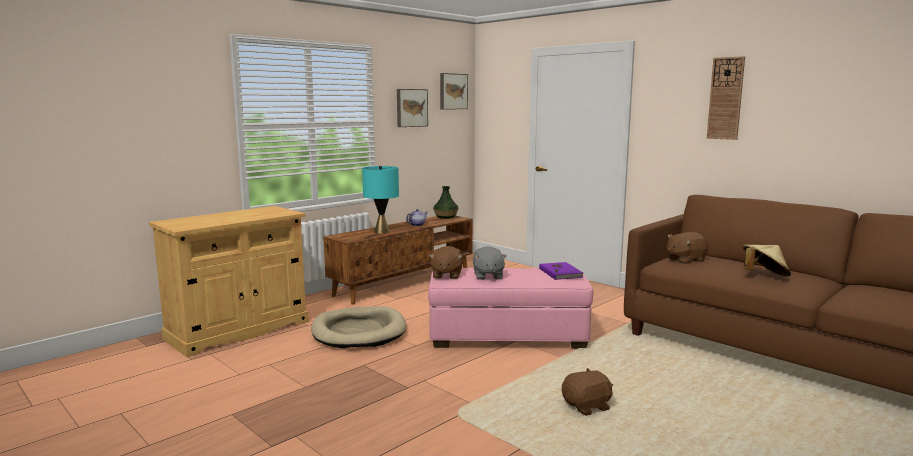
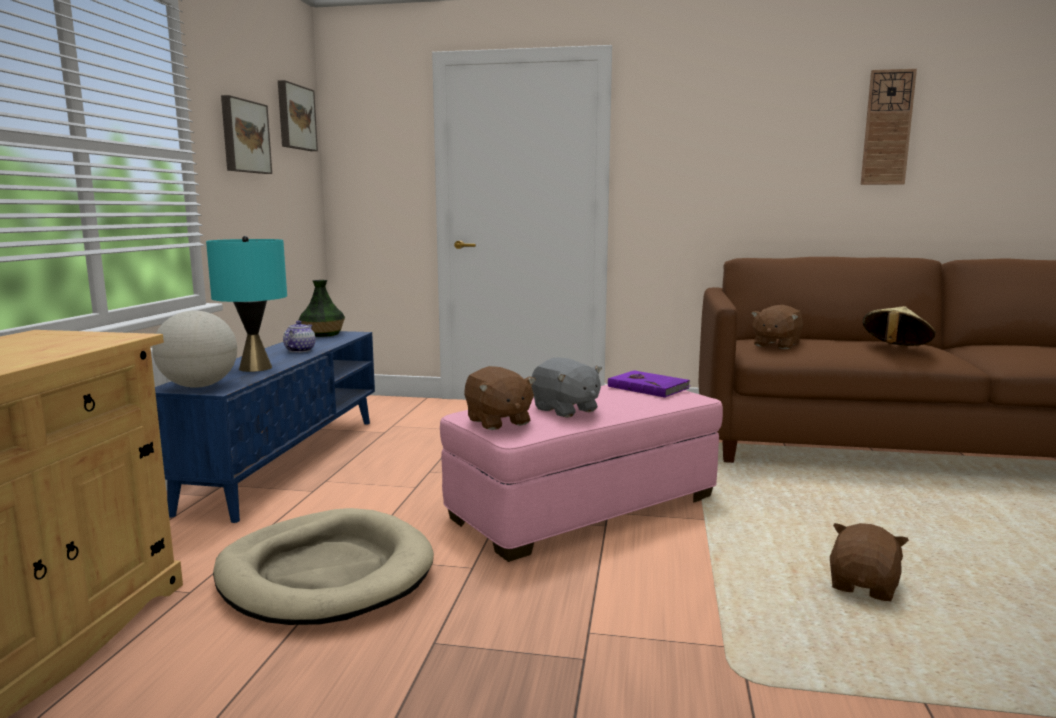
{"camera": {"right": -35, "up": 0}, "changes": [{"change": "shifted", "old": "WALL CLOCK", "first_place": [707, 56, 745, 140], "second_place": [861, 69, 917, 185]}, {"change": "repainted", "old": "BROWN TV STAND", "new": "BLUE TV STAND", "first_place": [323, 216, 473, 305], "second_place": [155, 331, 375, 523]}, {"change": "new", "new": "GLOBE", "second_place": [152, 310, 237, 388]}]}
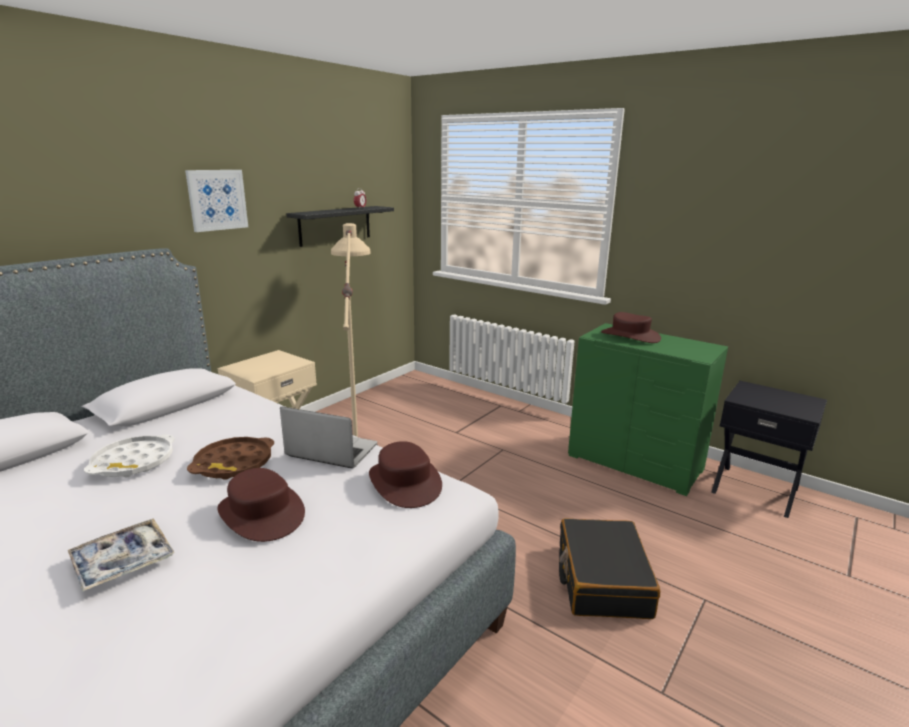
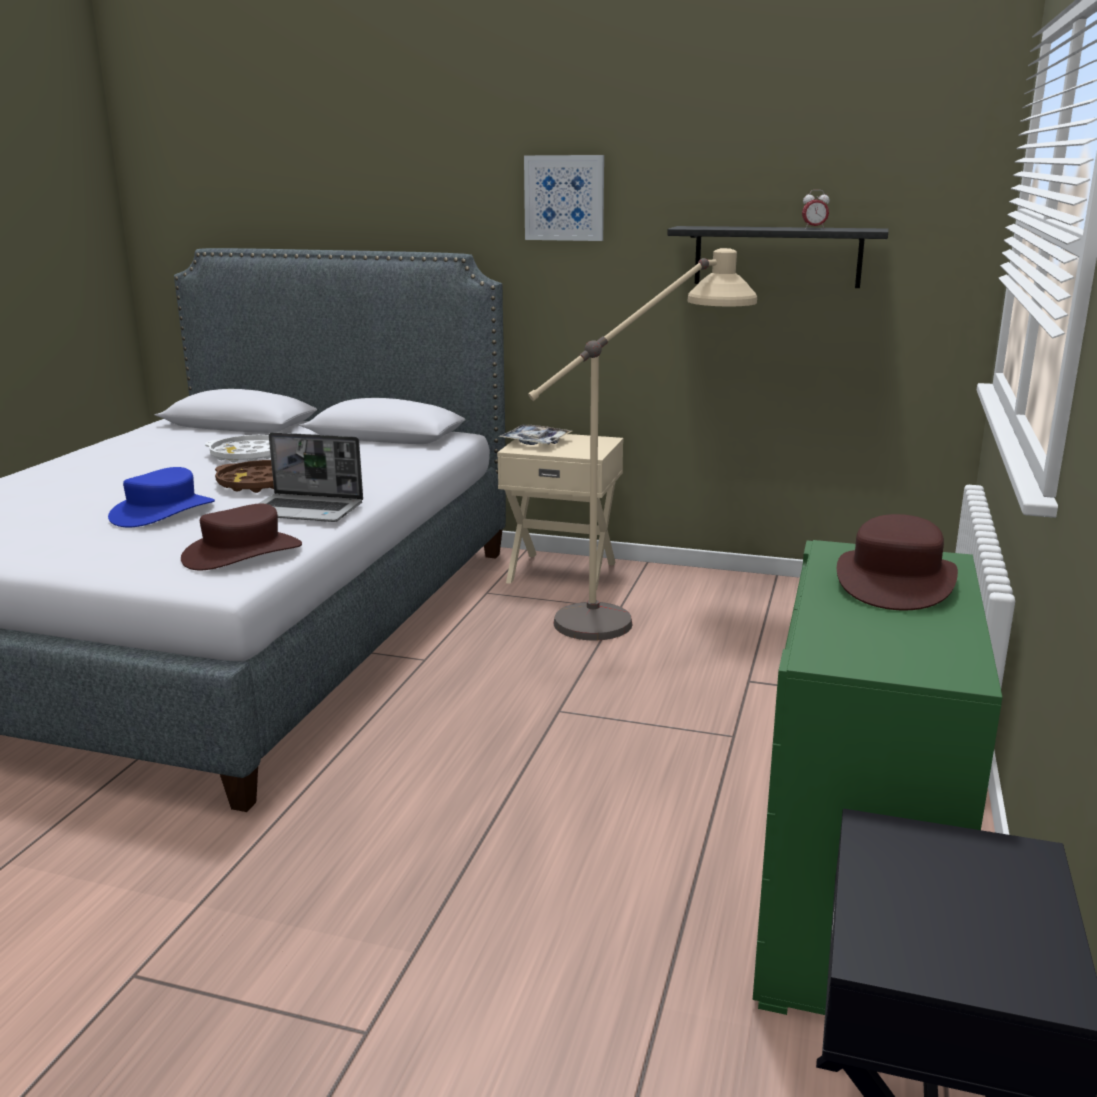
{"camera": {"right": 70, "up": 0}, "changes": [{"change": "rotated", "old": "LAPTOP", "first_place": [280, 406, 377, 468], "second_place": [258, 432, 363, 522], "degrees": 105}, {"change": "repainted", "old": "BROWN HAT", "new": "BLUE HAT", "first_place": [218, 468, 305, 542], "second_place": [108, 467, 215, 527]}, {"change": "shifted", "old": "TRAY", "first_place": [68, 518, 175, 592], "second_place": [498, 425, 572, 445]}, {"change": "gone", "old": "BLACK SUITCASE", "first_place": [559, 518, 660, 619]}]}
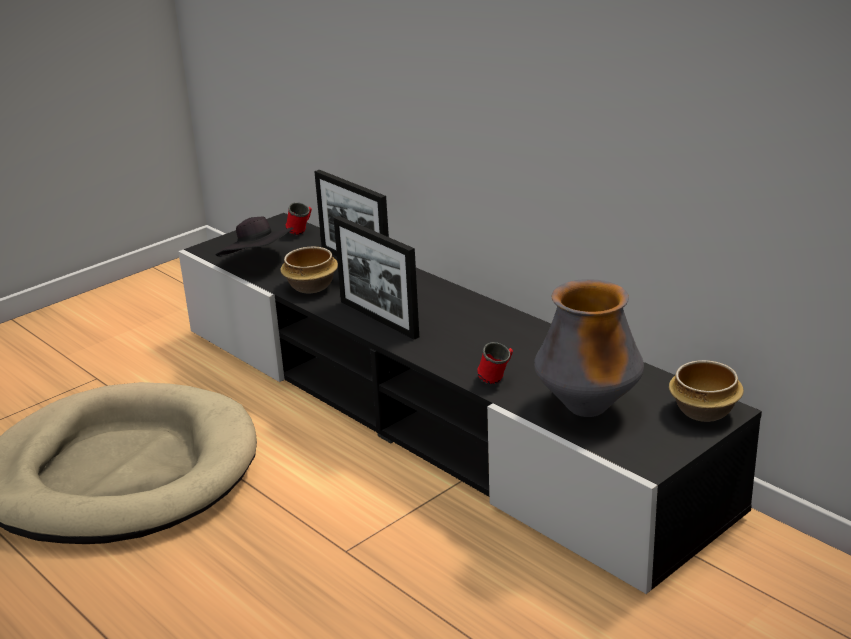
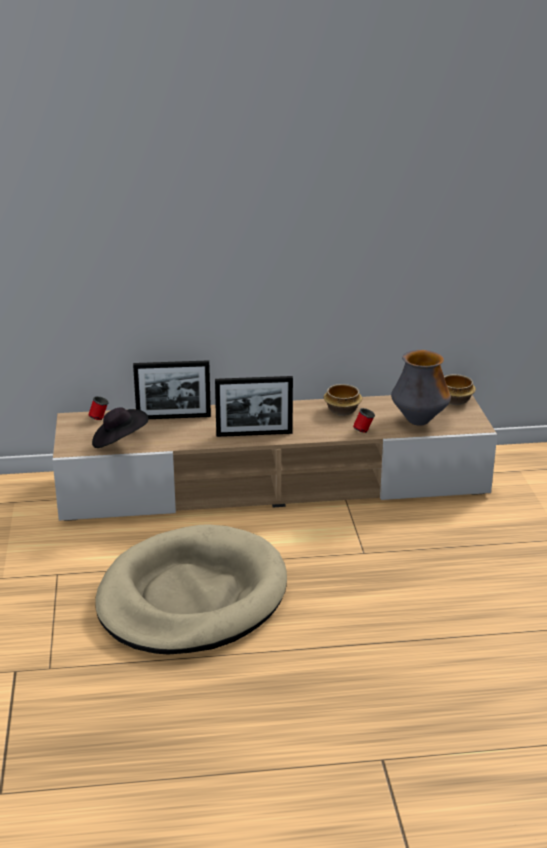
{"camera": {"right": -55, "up": 0}, "changes": [{"change": "repainted", "old": "BLACK TV STAND", "new": "BEIGE TV STAND", "first_place": [178, 213, 762, 594], "second_place": [53, 395, 497, 521]}, {"change": "shifted", "old": "BOWL", "first_place": [280, 246, 338, 293], "second_place": [324, 384, 362, 416]}]}
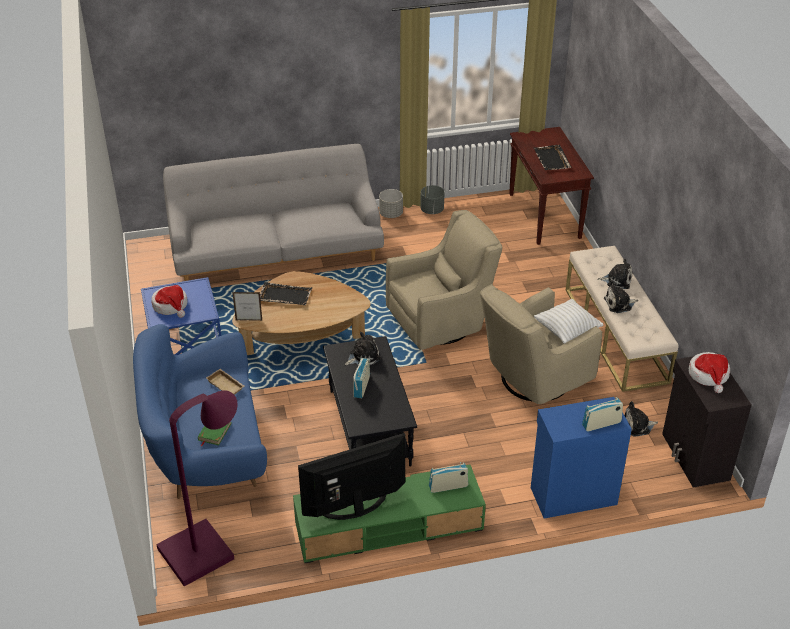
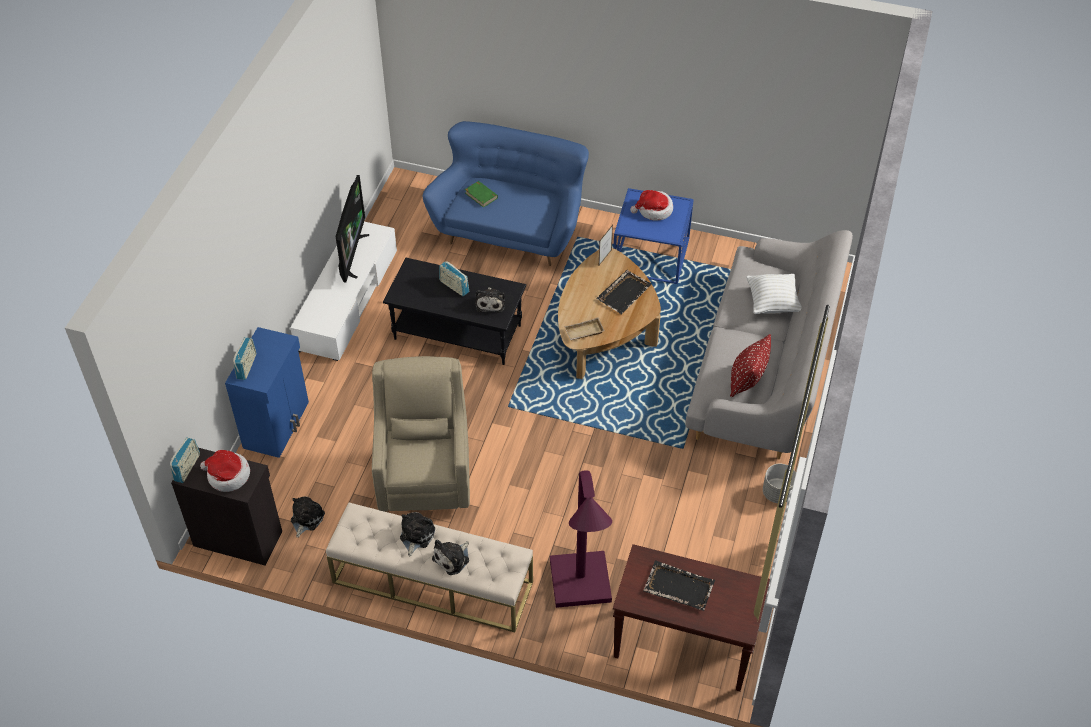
{"camera": {"right": 120, "up": 10}, "changes": [{"change": "gone", "old": "GREY PLANTER", "first_place": [420, 185, 444, 214]}, {"change": "gone", "old": "BEIGE ARMCHAIR", "first_place": [386, 210, 502, 350]}, {"change": "shifted", "old": "WHITE PILLOW", "first_place": [534, 299, 603, 344], "second_place": [746, 274, 802, 314]}, {"change": "shifted", "old": "BEIGE TRAY", "first_place": [206, 369, 244, 395], "second_place": [564, 317, 604, 340]}, {"change": "shifted", "old": "PURPLE FLOOR LAMP", "first_place": [156, 390, 238, 586], "second_place": [550, 470, 612, 608]}, {"change": "shifted", "old": "RADIO", "first_place": [429, 462, 468, 493], "second_place": [170, 437, 200, 483]}, {"change": "repainted", "old": "GREEN TV STAND", "new": "WHITE TV STAND", "first_place": [293, 464, 486, 563], "second_place": [290, 222, 397, 361]}, {"change": "new", "new": "RED PILLOW", "second_place": [730, 334, 771, 397]}]}
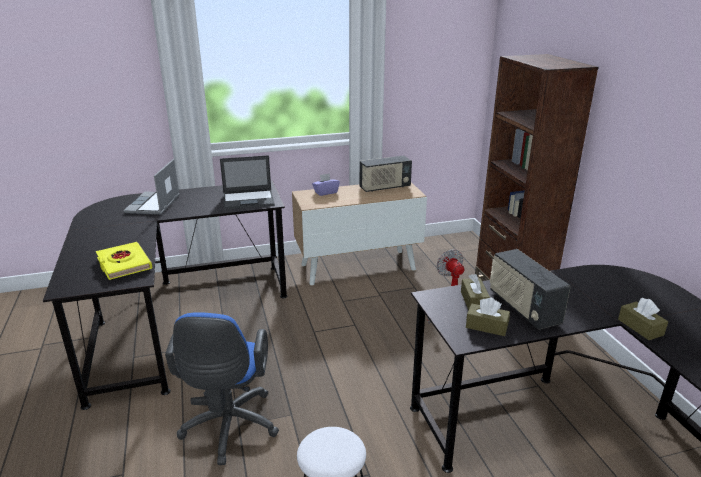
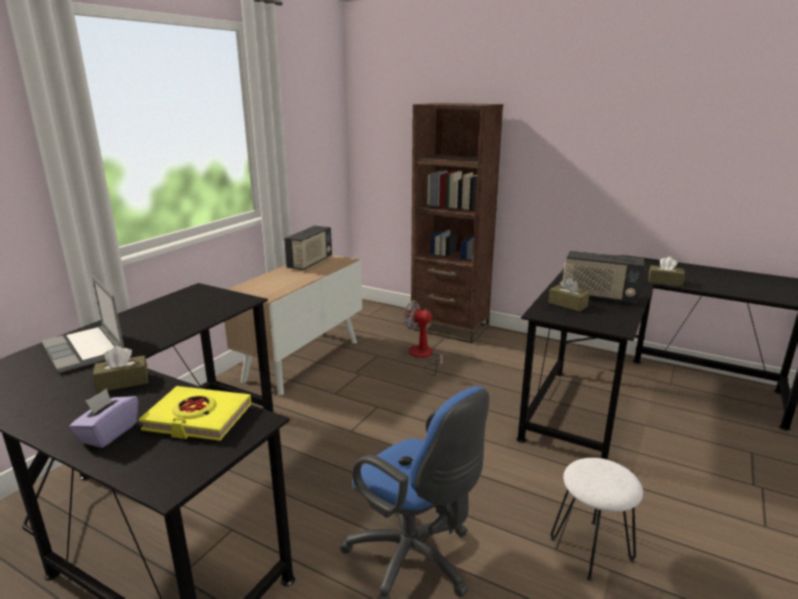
{"camera": {"right": -45, "up": -5}, "changes": [{"change": "gone", "old": "LAPTOP", "first_place": [220, 155, 275, 210]}, {"change": "shifted", "old": "PURPLE TISSUE BOX", "first_place": [312, 173, 340, 196], "second_place": [69, 388, 138, 448]}, {"change": "shifted", "old": "BROWN TISSUE BOX", "first_place": [466, 297, 510, 336], "second_place": [93, 346, 148, 393]}]}
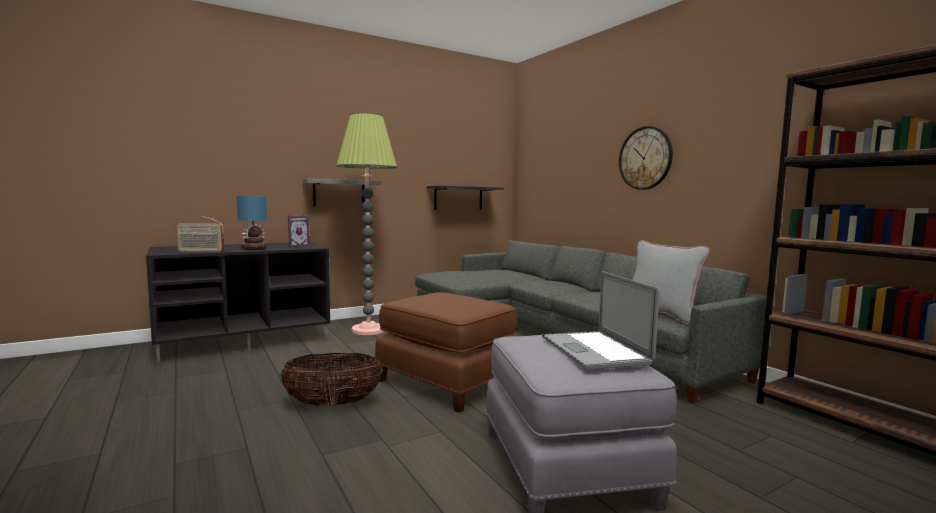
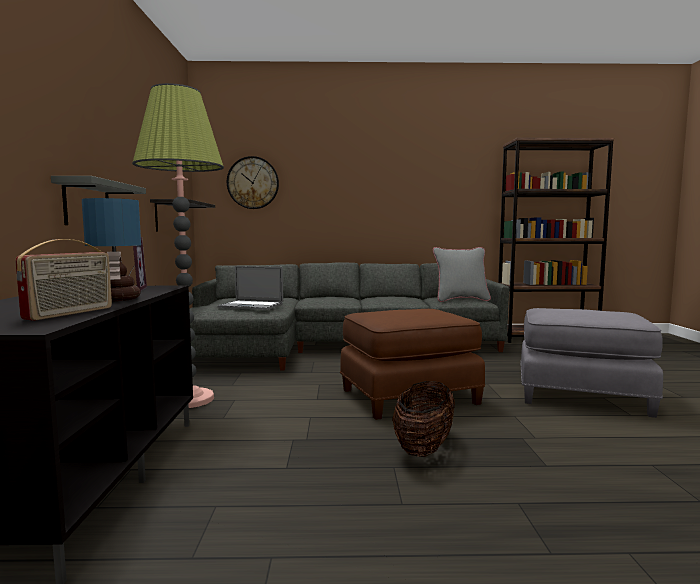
{"camera": {"right": -60, "up": 0}, "changes": [{"change": "shifted", "old": "WALL CLOCK", "first_place": [619, 126, 673, 190], "second_place": [227, 156, 279, 209]}, {"change": "shifted", "old": "LAPTOP", "first_place": [542, 271, 660, 370], "second_place": [217, 266, 283, 310]}]}
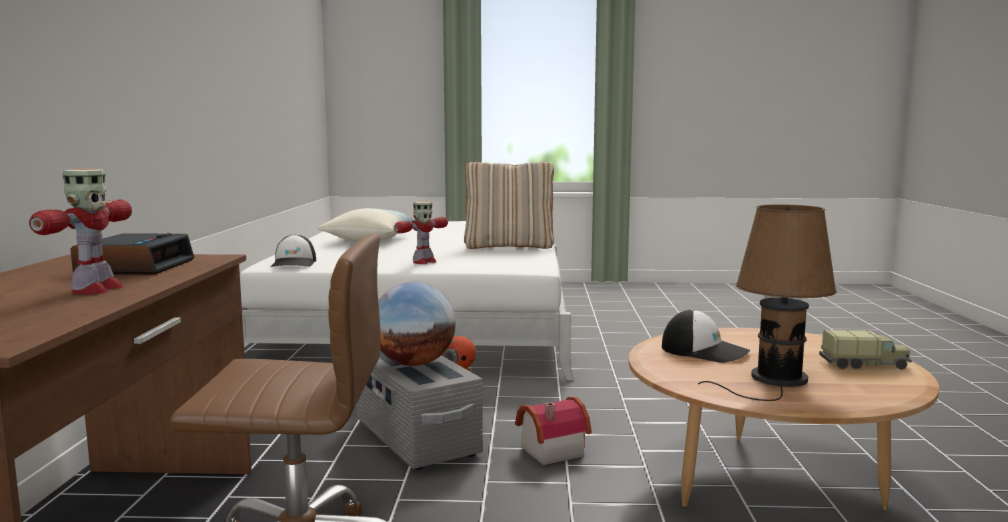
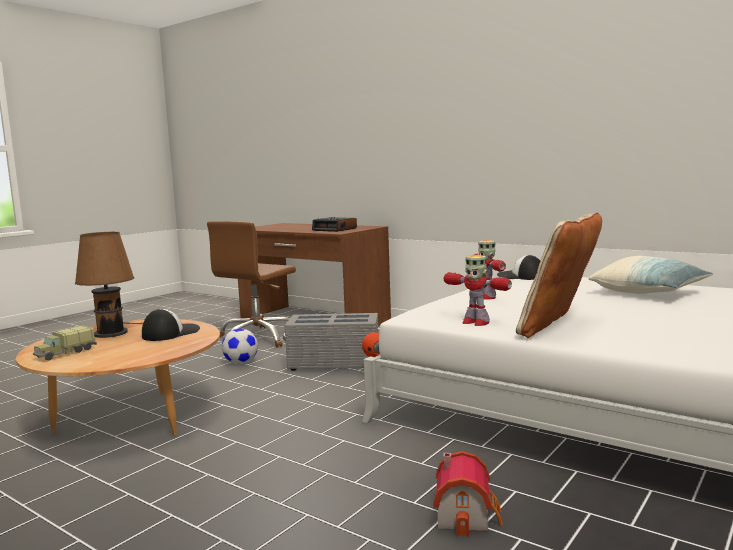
{"camera": {"right": 125, "up": 0}, "changes": [{"change": "shifted", "old": "TOY ROBOT", "first_place": [29, 169, 132, 294], "second_place": [444, 255, 512, 326]}, {"change": "gone", "old": "GLOBE", "first_place": [378, 282, 456, 366]}, {"change": "rotated", "old": "CAP", "first_place": [662, 309, 750, 363], "second_place": [142, 309, 200, 341], "degrees": 150}, {"change": "shifted", "old": "TOY HOUSE", "first_place": [515, 397, 591, 465], "second_place": [433, 451, 503, 537]}, {"change": "new", "new": "FOOTBALL", "second_place": [222, 329, 258, 364]}]}
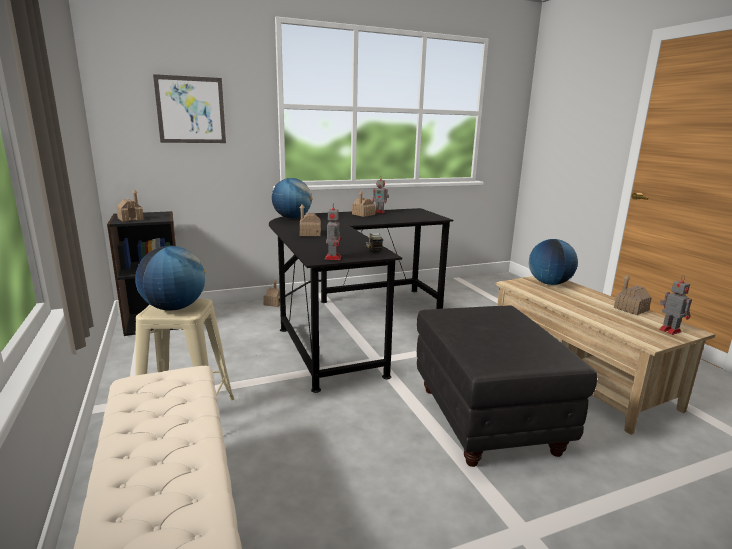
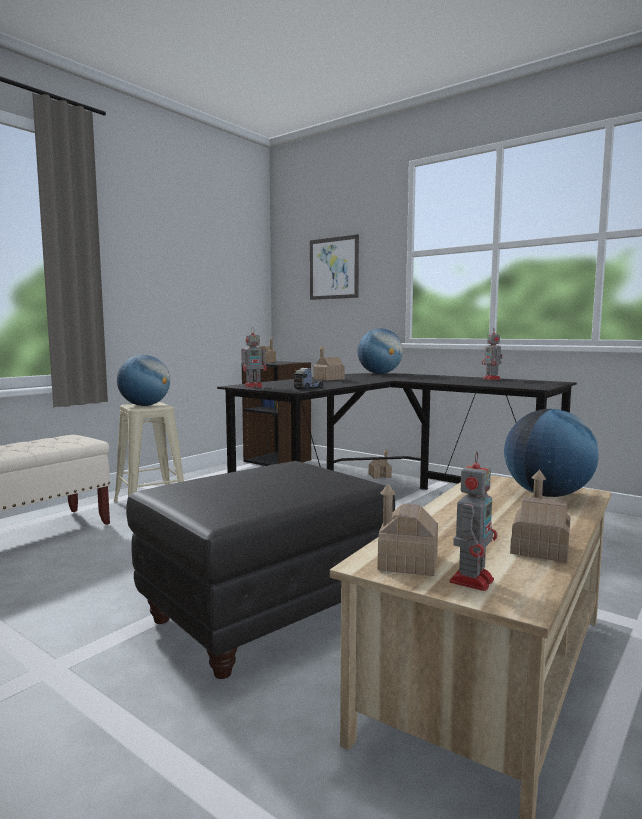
{"camera": {"right": 60, "up": -10}, "changes": [{"change": "shifted", "old": "TOY HOUSE", "first_place": [352, 191, 375, 217], "second_place": [377, 484, 438, 576]}]}
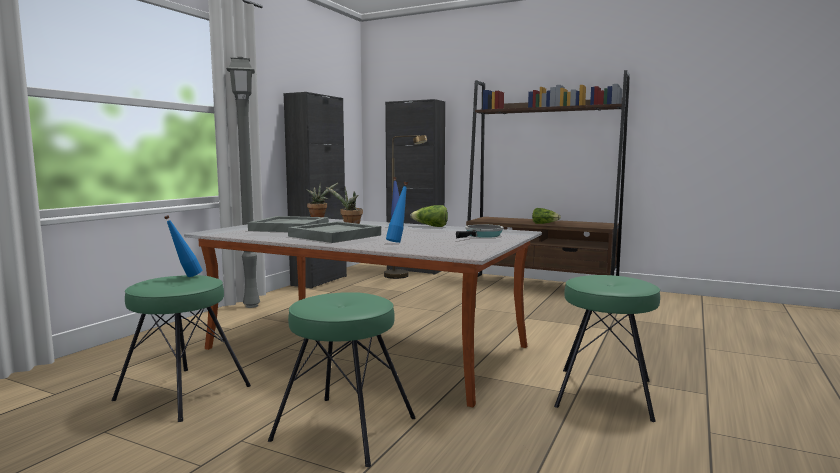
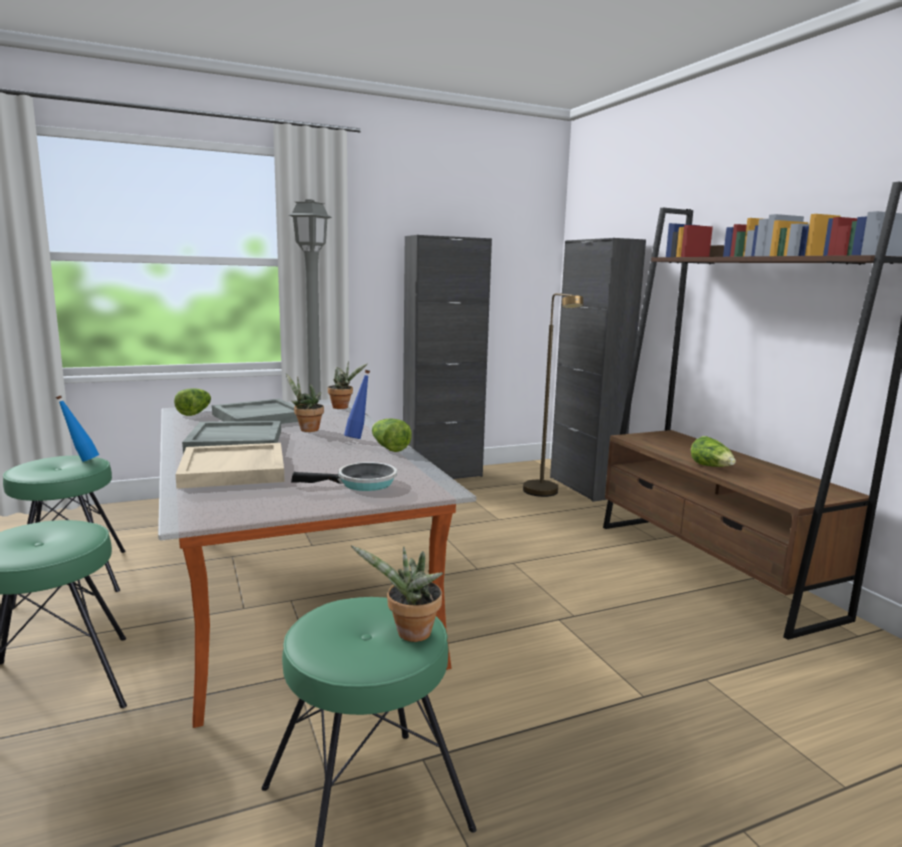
{"camera": {"right": 40, "up": 5}, "changes": [{"change": "swapped", "old": "BLUE BOTTLE", "new": "BEIGE TRAY", "first_place": [386, 182, 408, 243], "second_place": [175, 443, 285, 489]}, {"change": "new", "new": "LETTUCE", "second_place": [174, 388, 211, 416]}, {"change": "new", "new": "POTTED PLANT", "second_place": [351, 545, 443, 642]}]}
